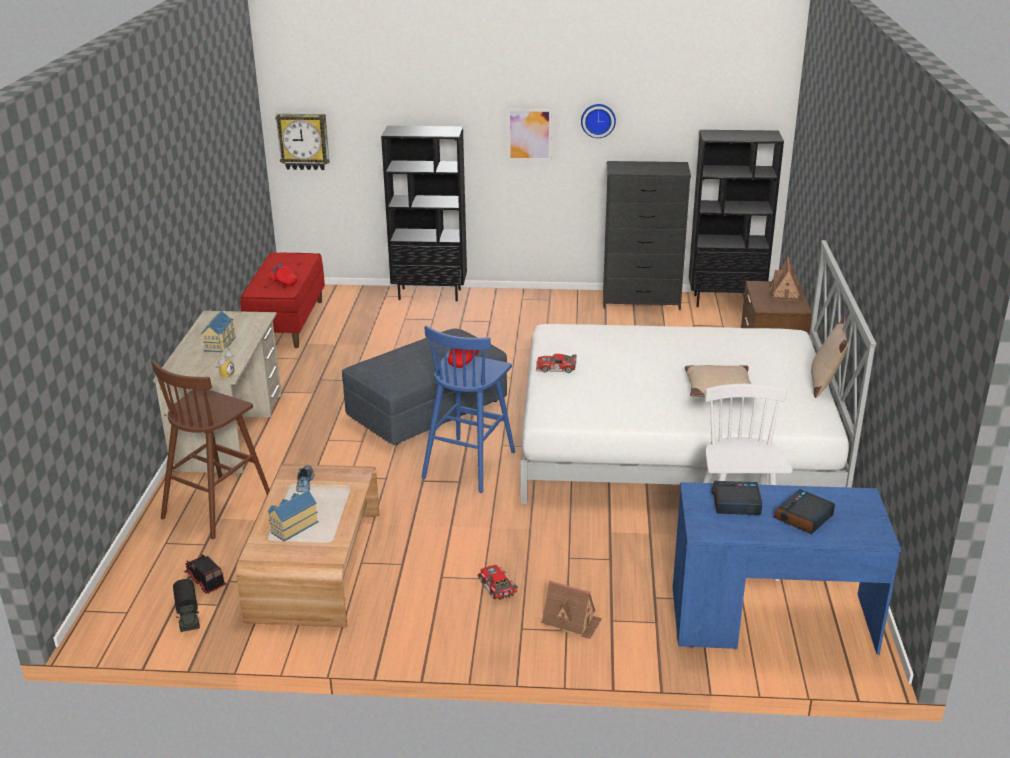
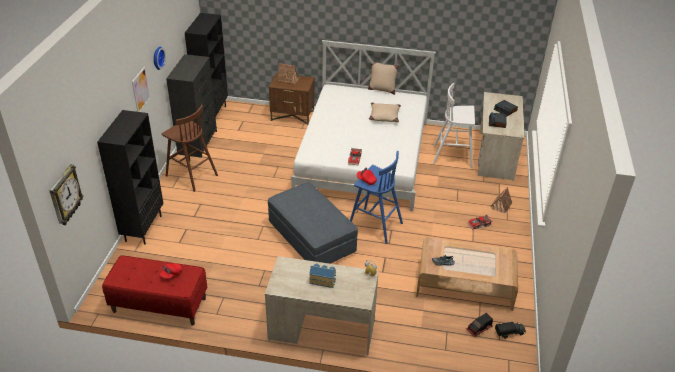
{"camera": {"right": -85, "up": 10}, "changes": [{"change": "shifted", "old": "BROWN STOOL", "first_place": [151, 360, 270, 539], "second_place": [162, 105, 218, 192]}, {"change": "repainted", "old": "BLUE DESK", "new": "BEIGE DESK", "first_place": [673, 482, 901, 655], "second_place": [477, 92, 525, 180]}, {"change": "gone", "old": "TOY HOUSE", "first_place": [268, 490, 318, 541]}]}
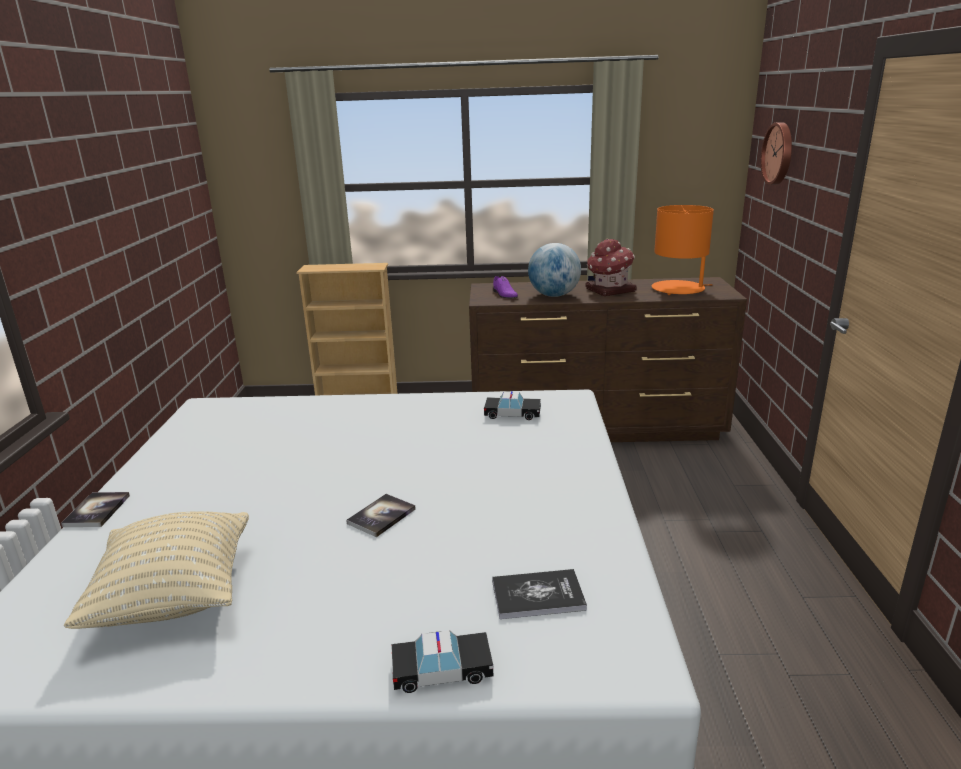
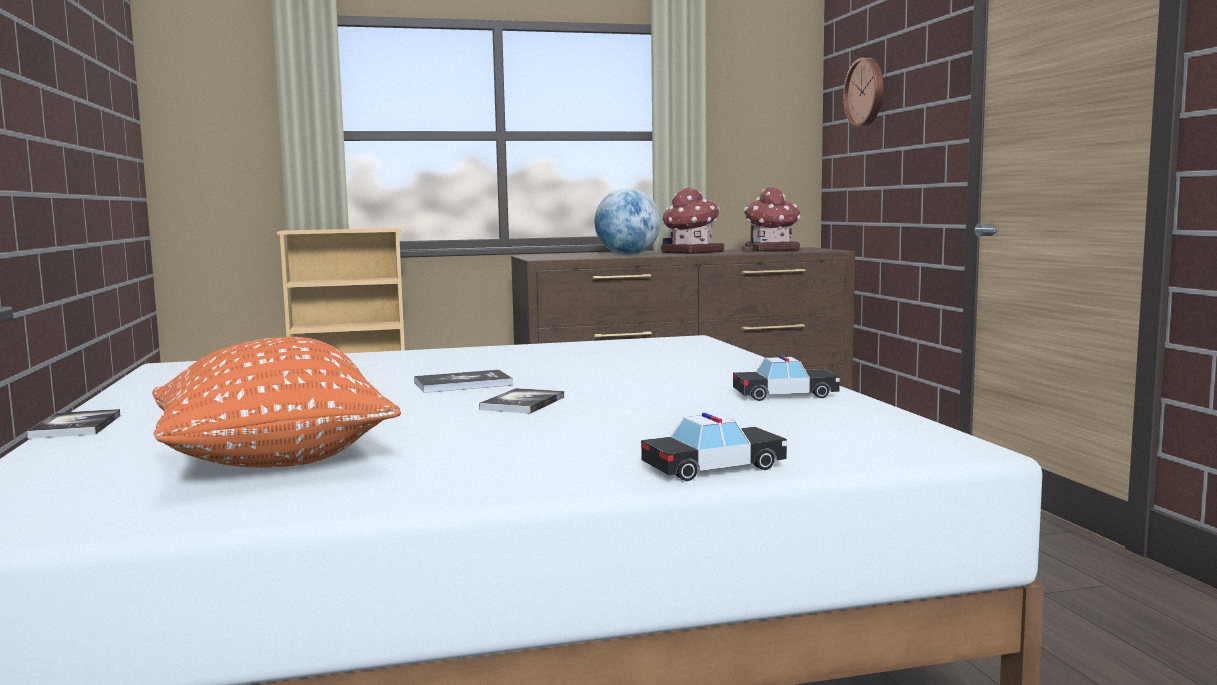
{"camera": {"right": -15, "up": -15}, "changes": [{"change": "swapped", "old": "ORANGE TABLE LAMP", "new": "TOY HOUSE", "first_place": [652, 205, 714, 295], "second_place": [742, 186, 801, 252]}, {"change": "gone", "old": "PURPLE SHOE", "first_place": [493, 276, 518, 299]}, {"change": "shifted", "old": "TOY CAR", "first_place": [484, 391, 541, 420], "second_place": [733, 355, 840, 401]}, {"change": "repainted", "old": "BEIGE PILLOW", "new": "ORANGE PILLOW", "first_place": [64, 511, 249, 629], "second_place": [152, 337, 401, 468]}, {"change": "shifted", "old": "BOOK", "first_place": [492, 569, 587, 619], "second_place": [414, 370, 513, 393]}]}
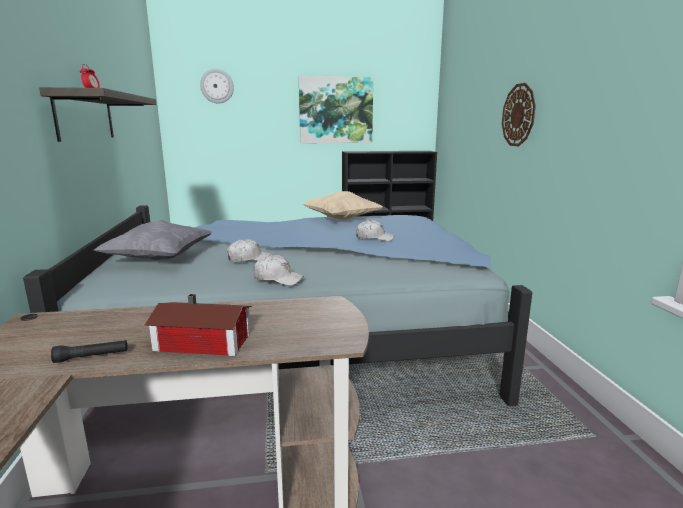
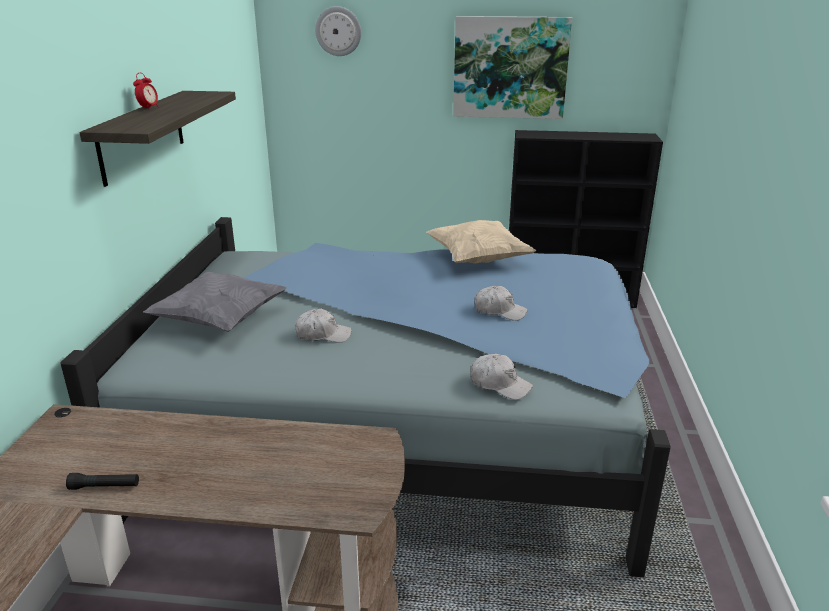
{"camera": {"right": 15, "up": 10}, "changes": [{"change": "gone", "old": "WALL CLOCK", "first_place": [502, 83, 536, 146]}, {"change": "shifted", "old": "WHITE CAP", "first_place": [253, 255, 304, 286], "second_place": [470, 354, 533, 400]}, {"change": "gone", "old": "TOY HOUSE", "first_place": [145, 294, 252, 356]}]}
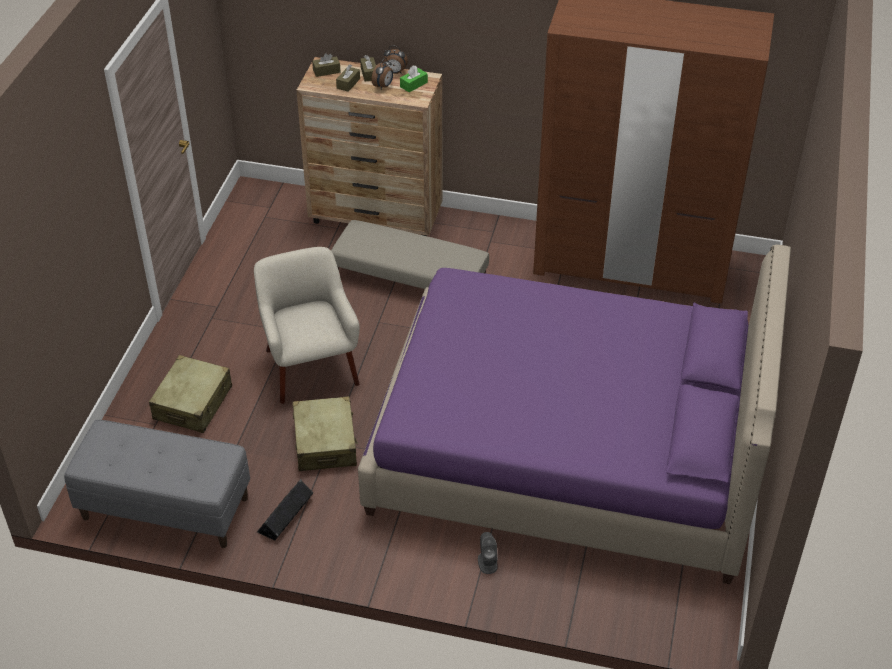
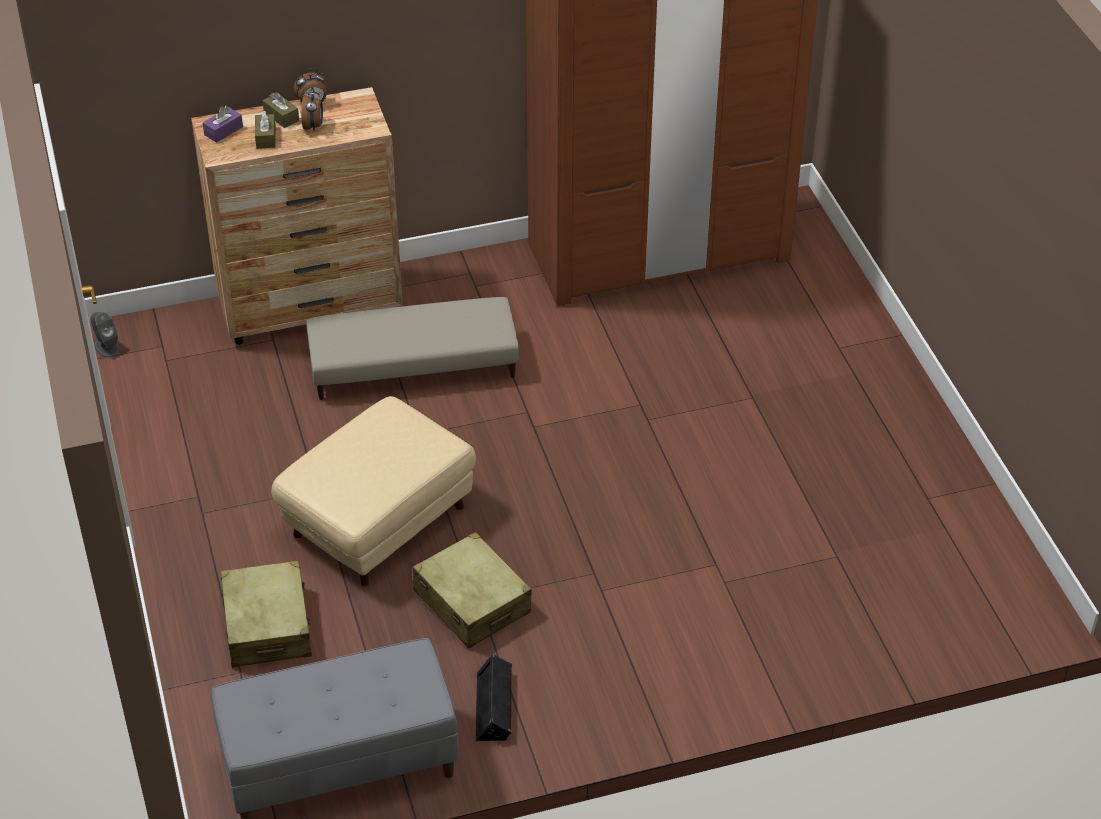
{"camera": {"right": -30, "up": 0}, "changes": [{"change": "repainted", "old": "BROWN TISSUE BOX", "new": "PURPLE TISSUE BOX", "first_place": [312, 53, 340, 77], "second_place": [203, 106, 243, 143]}, {"change": "gone", "old": "GREEN TISSUE BOX", "first_place": [400, 65, 428, 92]}, {"change": "gone", "old": "PURPLE BED", "first_place": [358, 244, 791, 584]}, {"change": "swapped", "old": "BEIGE ARMCHAIR", "new": "BEIGE OTTOMAN", "first_place": [254, 247, 360, 404], "second_place": [271, 396, 476, 586]}, {"change": "shifted", "old": "GREY SPEAKER", "first_place": [478, 532, 498, 574], "second_place": [90, 312, 120, 358]}]}
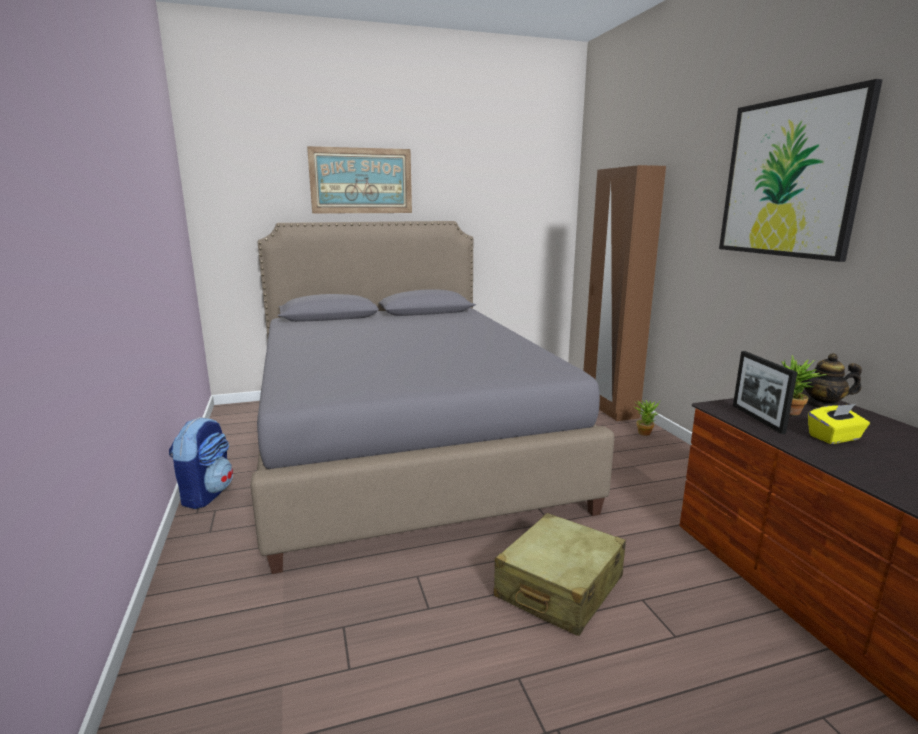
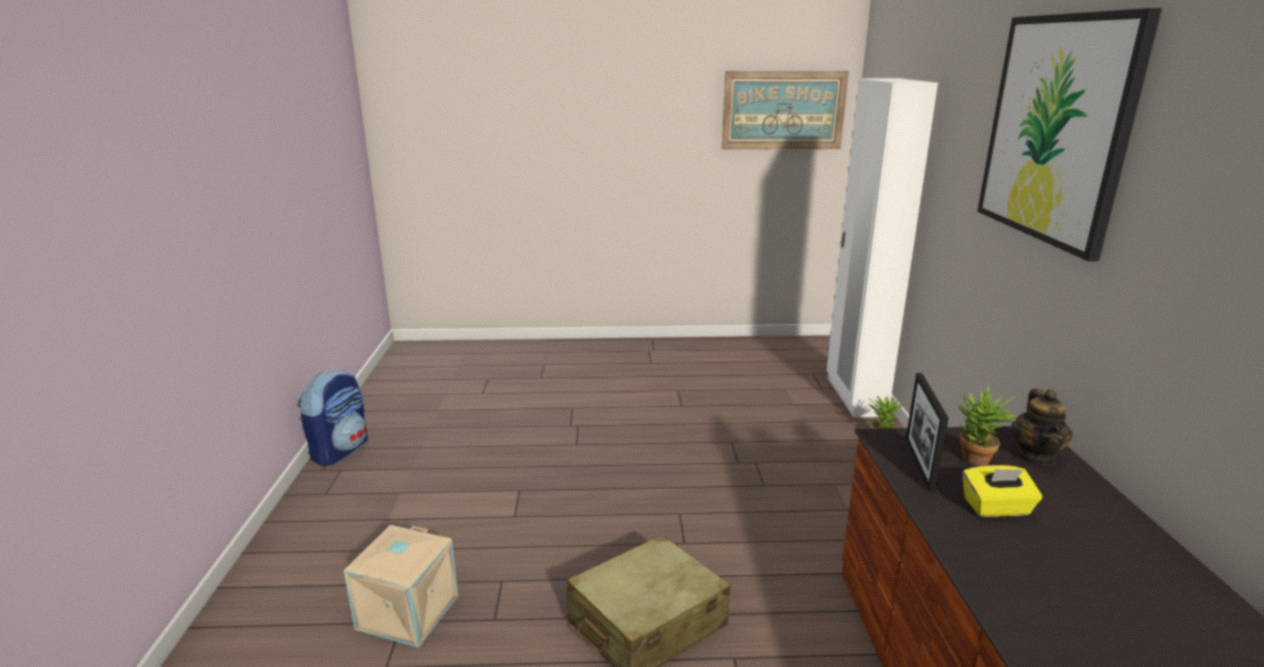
{"camera": {"right": 15, "up": 5}, "changes": [{"change": "shifted", "old": "PICTURE", "first_place": [307, 146, 412, 214], "second_place": [722, 71, 849, 150]}, {"change": "repainted", "old": "BROWN WARDROBE", "new": "WHITE WARDROBE", "first_place": [583, 165, 666, 421], "second_place": [827, 78, 938, 418]}, {"change": "gone", "old": "GREY BED", "first_place": [250, 221, 615, 574]}, {"change": "rotated", "old": "TEAPOT", "first_place": [800, 353, 862, 408], "second_place": [1011, 389, 1073, 465], "degrees": -105}, {"change": "new", "new": "BEIGE STORAGE BOX", "second_place": [344, 525, 458, 648]}]}
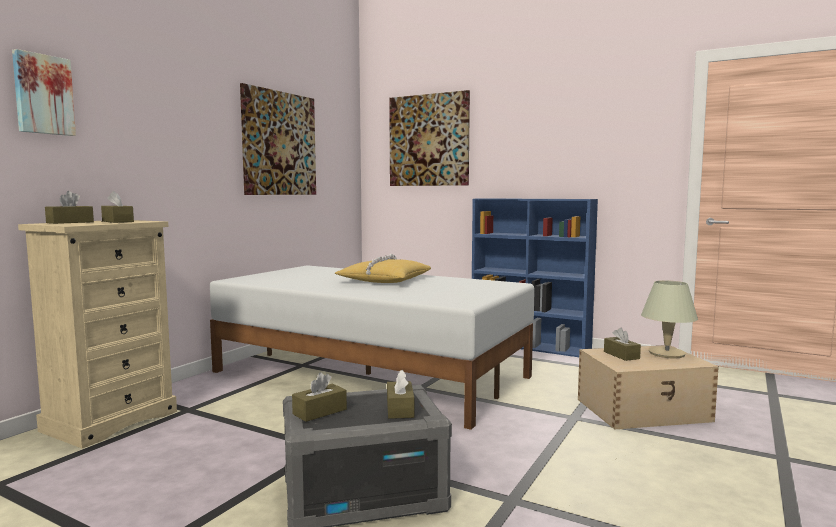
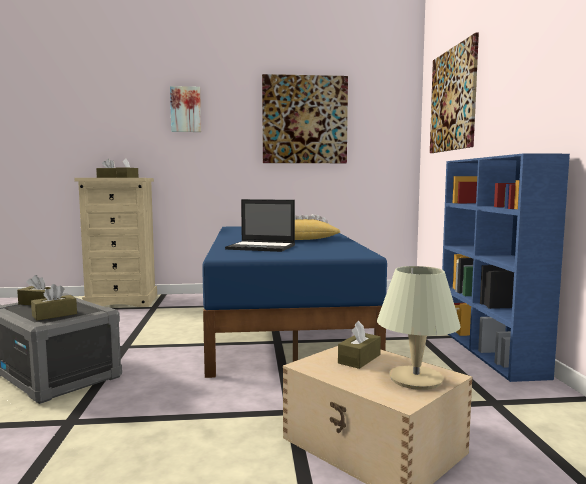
{"camera": {"right": 55, "up": 0}, "changes": [{"change": "shifted", "old": "PICTURE", "first_place": [12, 49, 76, 136], "second_place": [170, 86, 201, 132]}, {"change": "repainted", "old": "WHITE BED", "new": "BLUE BED", "first_place": [210, 265, 535, 430], "second_place": [202, 226, 387, 378]}, {"change": "new", "new": "LAPTOP", "second_place": [225, 199, 295, 252]}]}
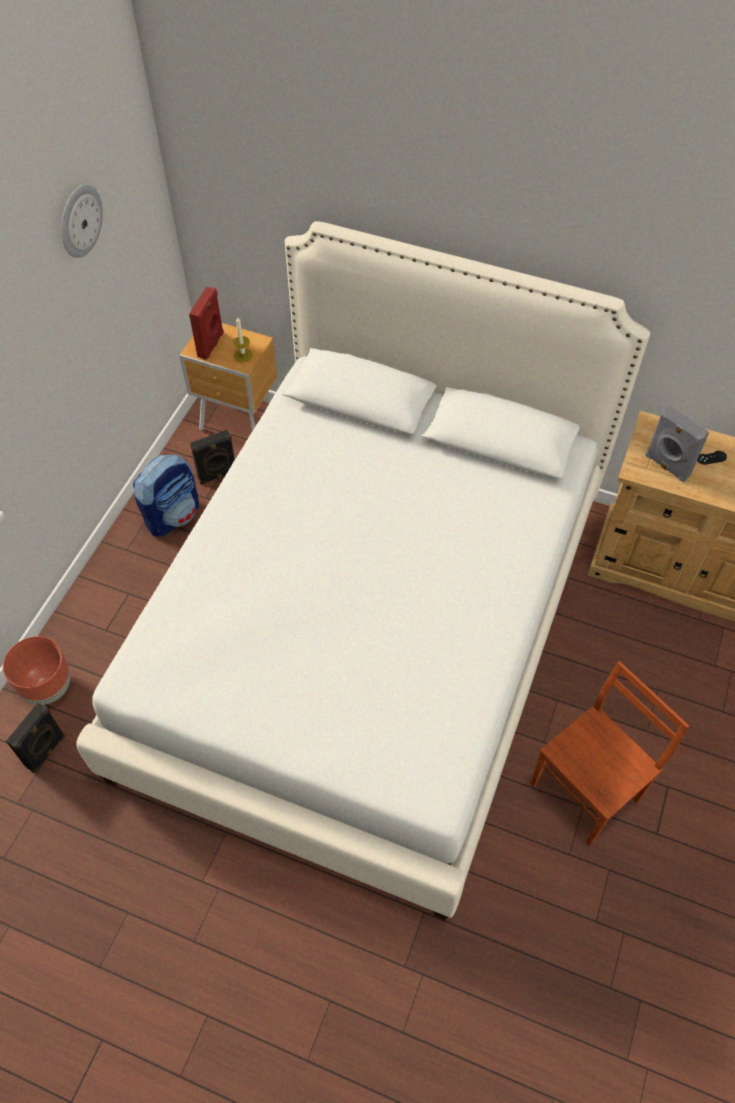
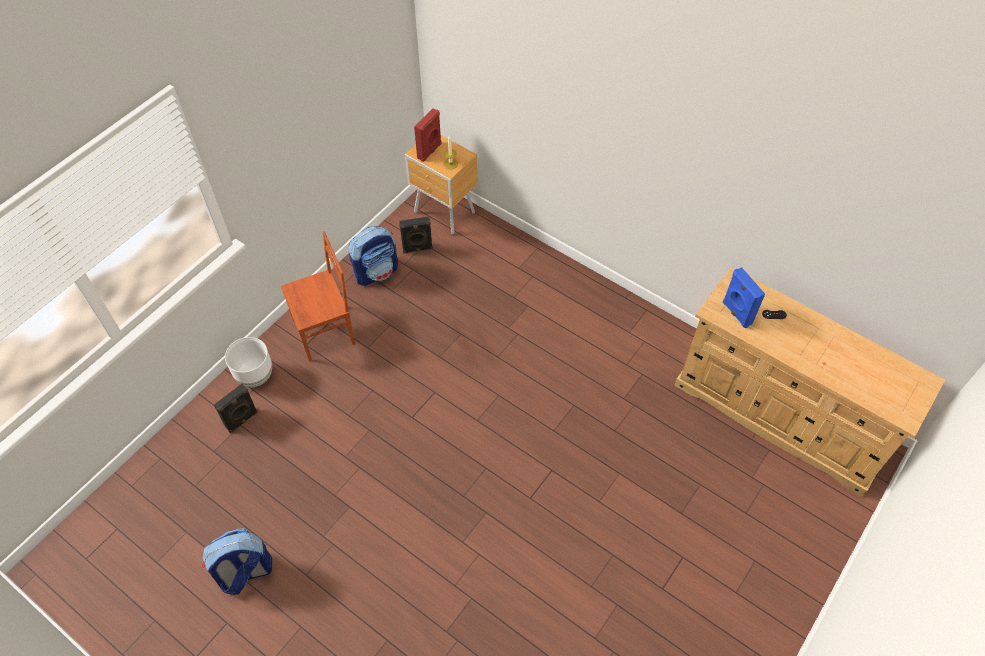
{"camera": {"right": 15, "up": 0}, "changes": [{"change": "gone", "old": "WALL CLOCK", "first_place": [61, 184, 103, 258]}, {"change": "gone", "old": "WHITE BED", "first_place": [76, 221, 650, 920]}, {"change": "repainted", "old": "GREY SPEAKER", "new": "BLUE SPEAKER", "first_place": [645, 405, 709, 482], "second_place": [723, 267, 765, 329]}, {"change": "repainted", "old": "BROWN PLANTER", "new": "WHITE PLANTER", "first_place": [3, 636, 71, 705], "second_place": [225, 337, 272, 387]}, {"change": "shifted", "old": "BROWN CHAIR", "first_place": [531, 661, 689, 846], "second_place": [281, 231, 355, 361]}, {"change": "new", "new": "BACKPACK", "second_place": [202, 529, 272, 595]}]}
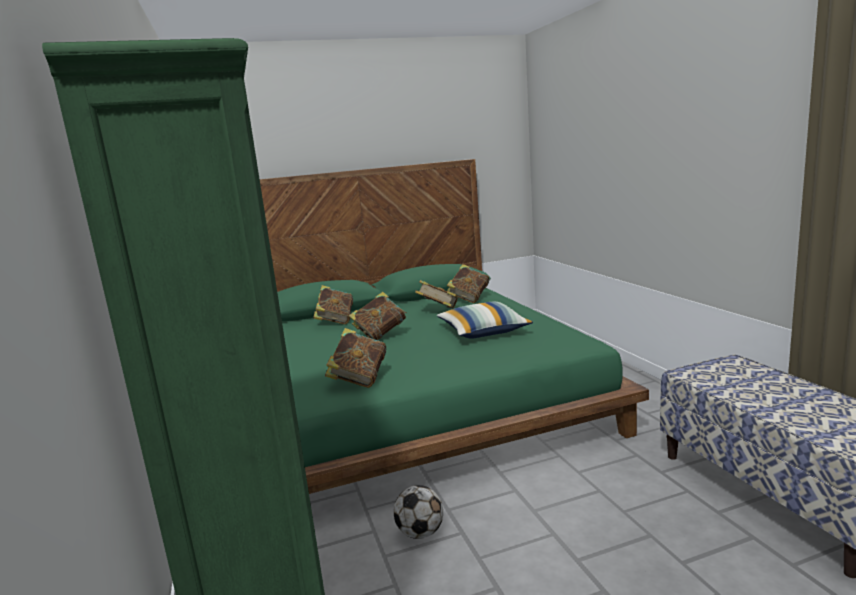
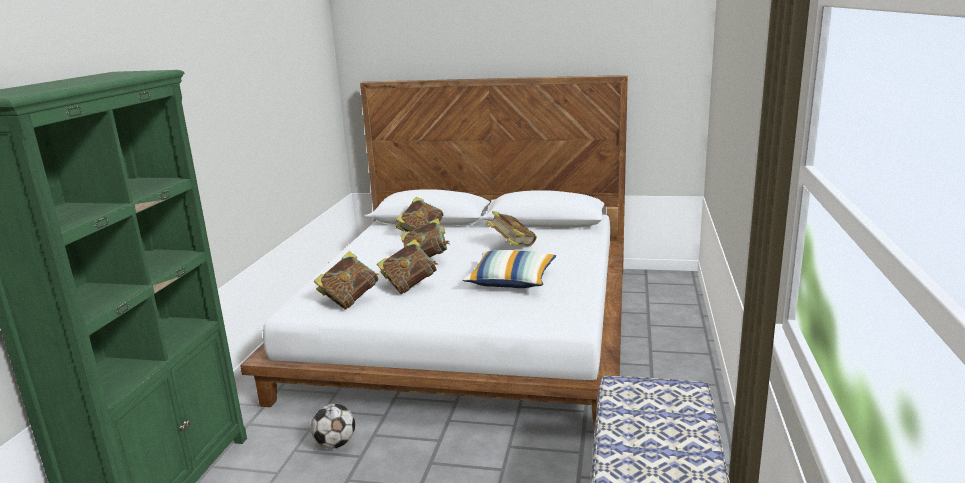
{"camera": {"right": 30, "up": 5}, "changes": [{"change": "repainted", "old": "GREEN BED", "new": "WHITE BED", "first_place": [260, 159, 649, 494], "second_place": [240, 75, 628, 430]}, {"change": "shifted", "old": "BOOK", "first_place": [447, 264, 490, 303], "second_place": [377, 239, 438, 294]}]}
